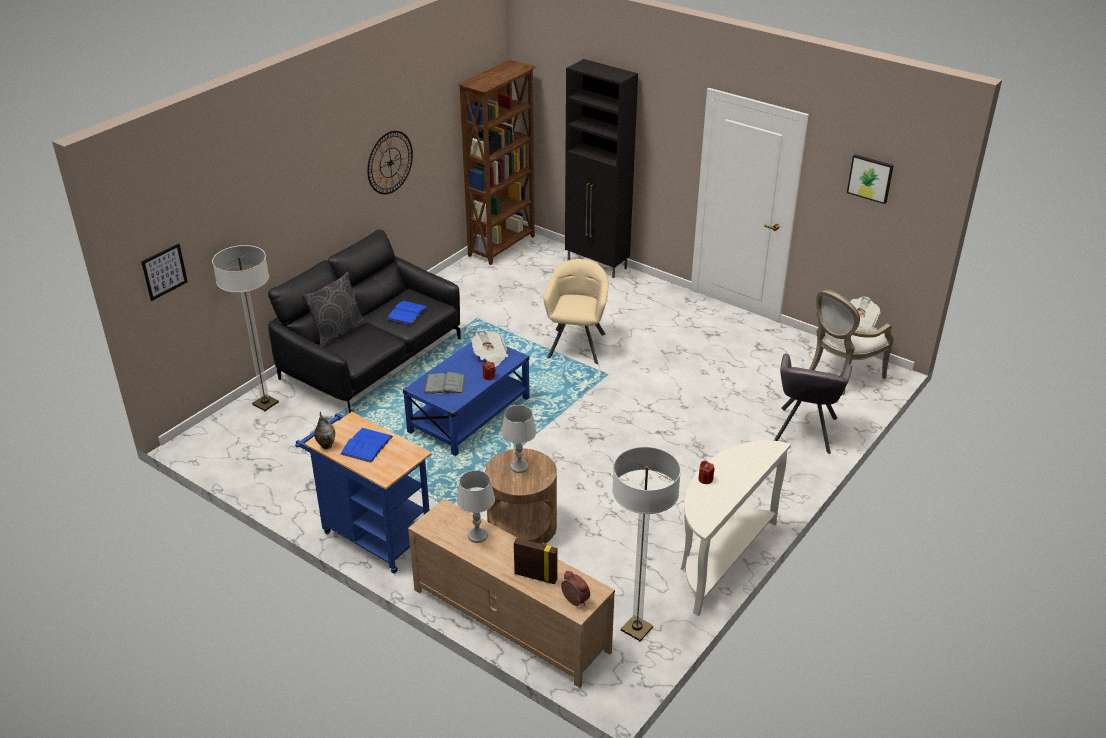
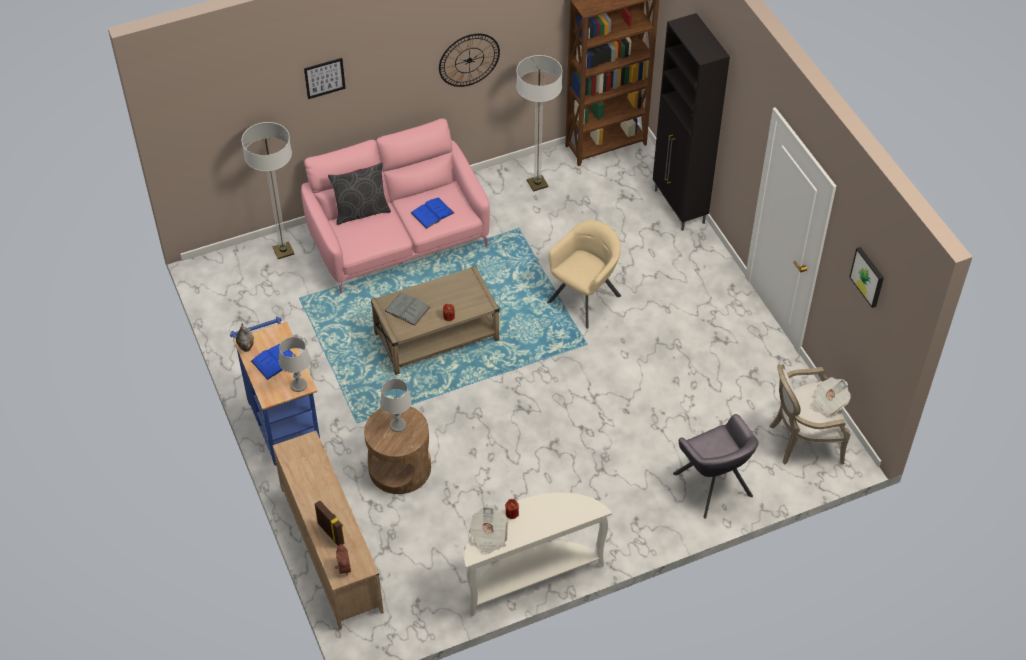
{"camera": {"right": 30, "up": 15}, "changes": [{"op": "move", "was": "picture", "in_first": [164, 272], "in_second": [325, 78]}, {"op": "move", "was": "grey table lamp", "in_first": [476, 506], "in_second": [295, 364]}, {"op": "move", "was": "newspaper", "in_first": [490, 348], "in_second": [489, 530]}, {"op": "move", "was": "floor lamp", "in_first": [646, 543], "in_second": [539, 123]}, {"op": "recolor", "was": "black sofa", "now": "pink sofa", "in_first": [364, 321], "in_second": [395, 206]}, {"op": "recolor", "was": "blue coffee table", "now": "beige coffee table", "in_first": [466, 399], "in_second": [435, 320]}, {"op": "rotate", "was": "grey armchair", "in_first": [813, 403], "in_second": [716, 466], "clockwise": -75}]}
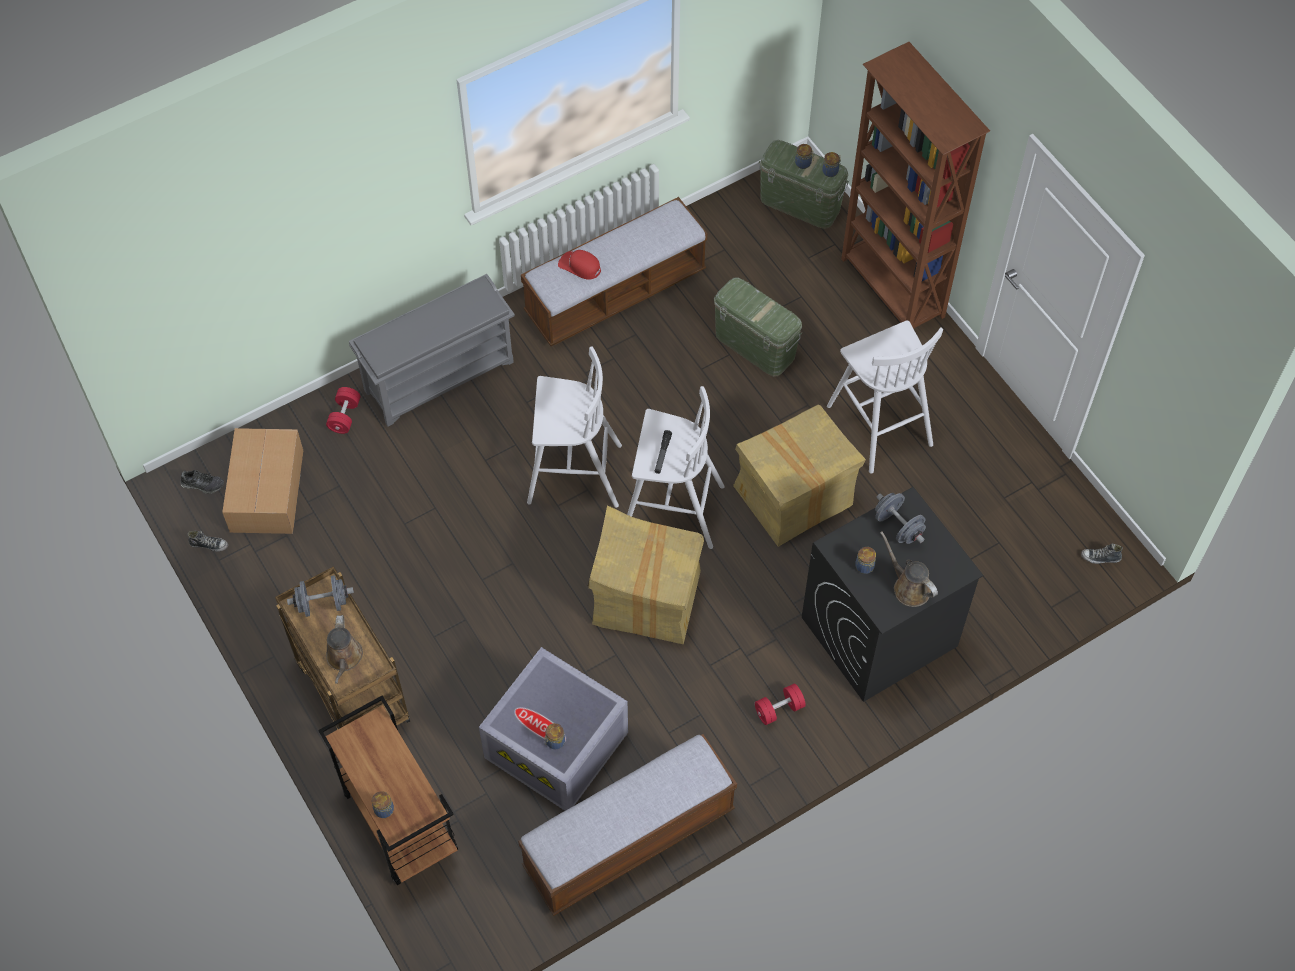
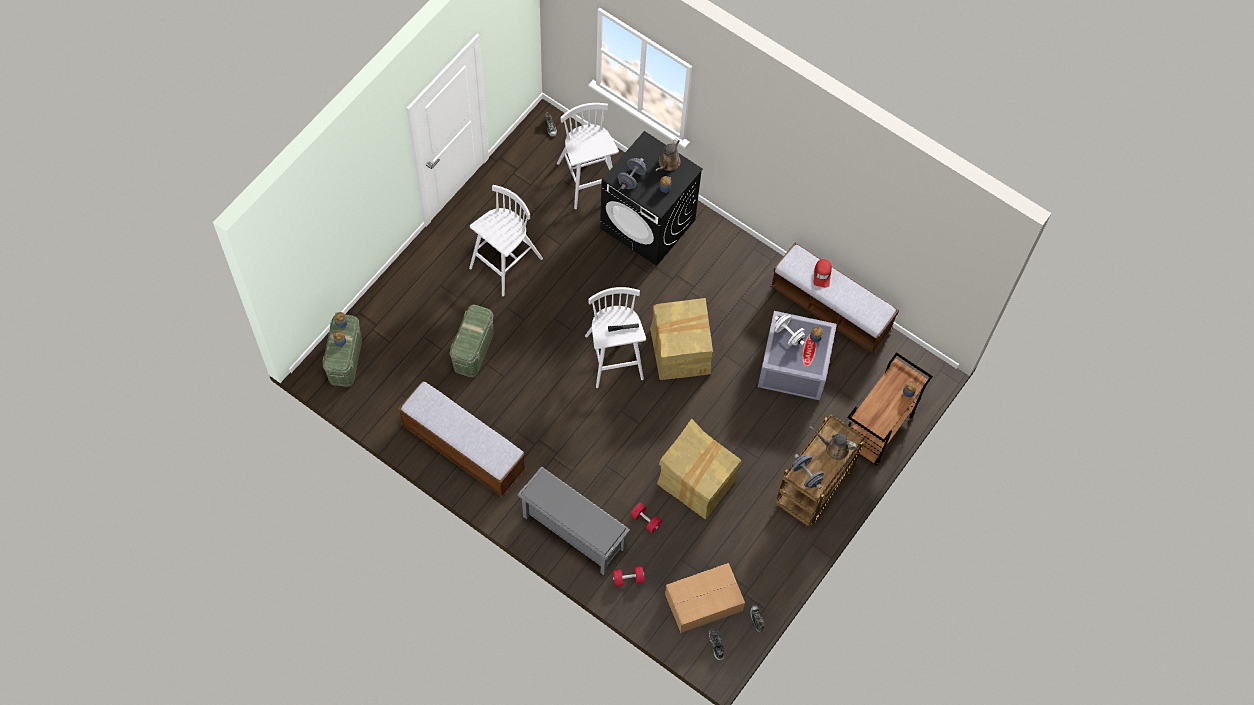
{"camera": {"right": -115, "up": 5}, "changes": [{"op": "delete", "was": "brown bookcase", "in_first": [915, 185]}, {"op": "insert", "now": "white dumbbell", "in_second": [789, 330]}, {"op": "move", "was": "white stool", "in_first": [574, 427], "in_second": [588, 156]}, {"op": "move", "was": "red cap", "in_first": [579, 265], "in_second": [823, 273]}, {"op": "move", "was": "cardboard box", "in_first": [799, 476], "in_second": [699, 469]}, {"op": "move", "was": "red dumbbell", "in_first": [780, 704], "in_second": [646, 518]}, {"op": "rotate", "was": "brown watering can", "in_first": [344, 649], "in_second": [833, 443], "clockwise": -135}]}
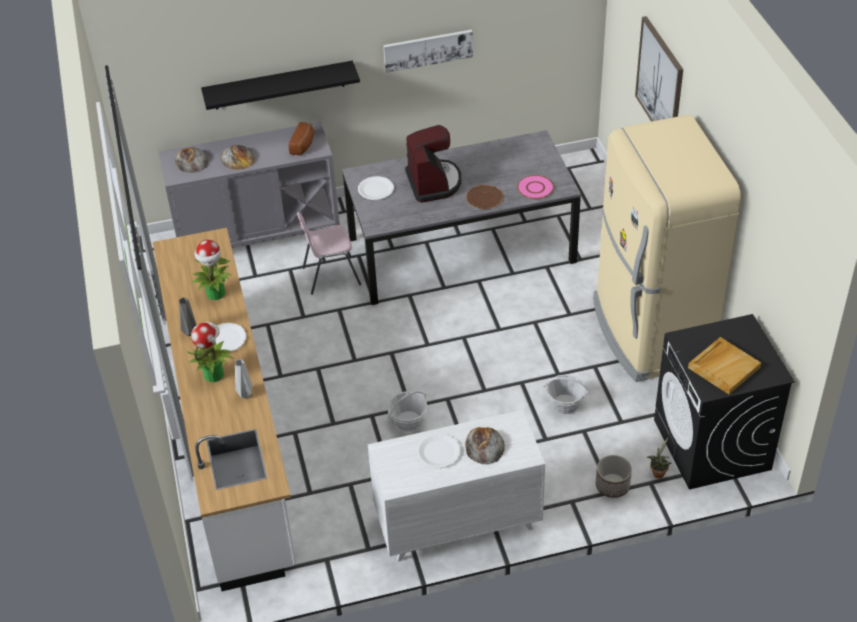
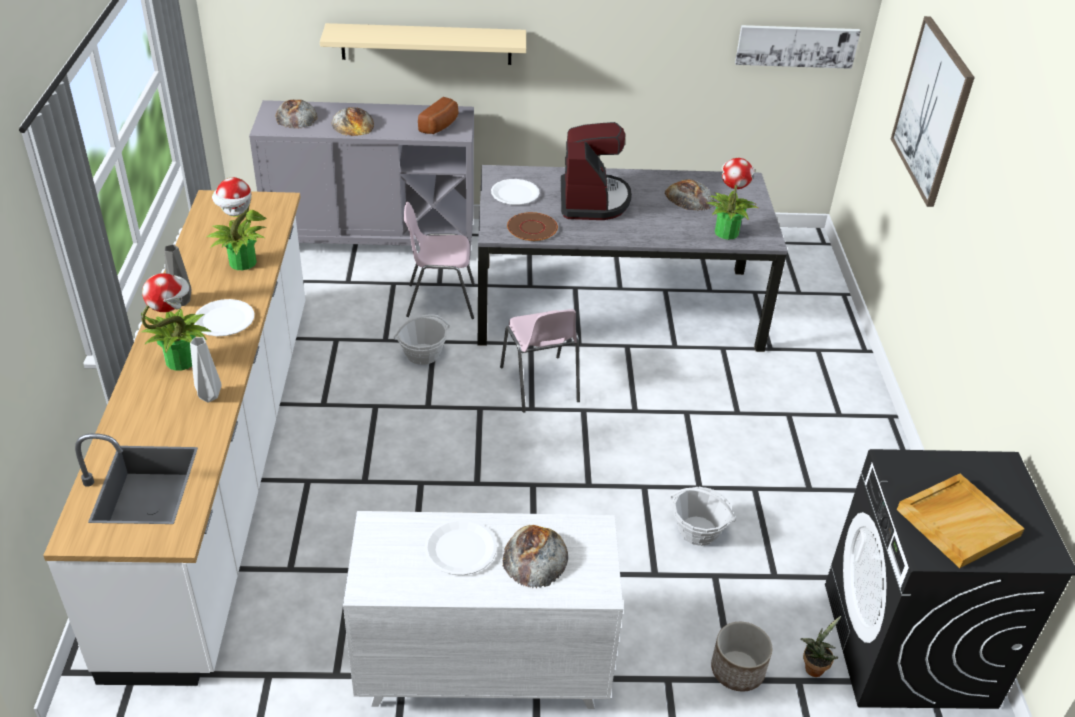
{"camera": {"right": 10, "up": -5}, "changes": [{"op": "delete", "was": "beige fridge", "in_first": [667, 248]}, {"op": "insert", "now": "pink chair", "in_second": [540, 361]}, {"op": "insert", "now": "bread", "in_second": [690, 195]}, {"op": "move", "was": "picture", "in_first": [428, 51], "in_second": [798, 47]}, {"op": "move", "was": "basket", "in_first": [407, 411], "in_second": [422, 339]}, {"op": "move", "was": "brown plate", "in_first": [484, 197], "in_second": [532, 226]}, {"op": "replace", "was": "pink plate", "now": "potted plant", "in_first": [535, 187], "in_second": [733, 199]}, {"op": "recolor", "was": "black shelf", "now": "beige shelf", "in_first": [280, 85], "in_second": [423, 44]}]}
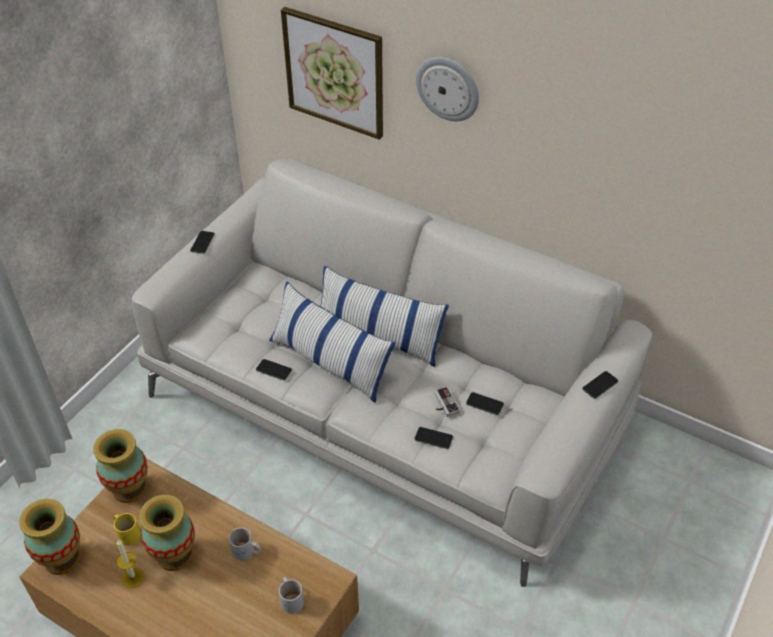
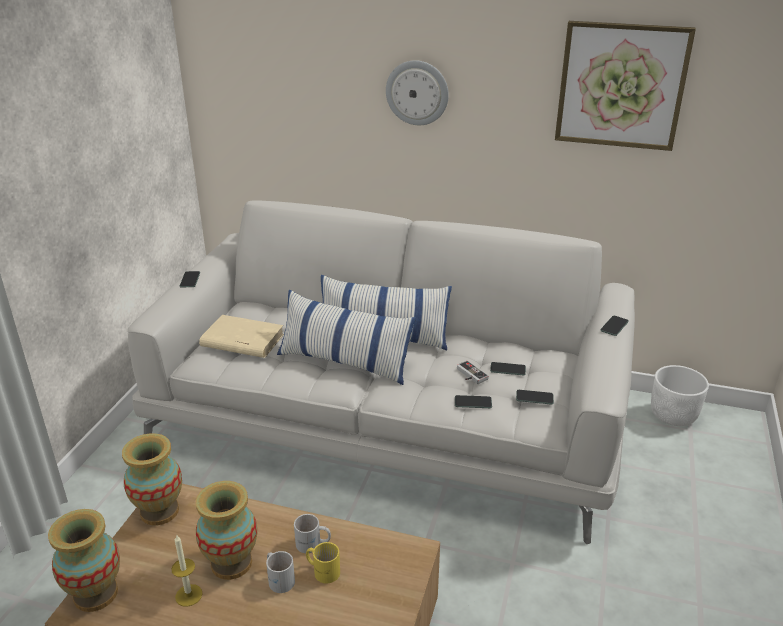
{"camera": {"right": -15, "up": -15}, "changes": [{"op": "insert", "now": "beige book", "in_second": [241, 336]}, {"op": "insert", "now": "white planter", "in_second": [680, 395]}, {"op": "move", "was": "yellow mug", "in_first": [127, 529], "in_second": [323, 563]}, {"op": "move", "was": "phone", "in_first": [274, 369], "in_second": [535, 397]}, {"op": "move", "was": "white mug", "in_first": [291, 595], "in_second": [280, 572]}, {"op": "move", "was": "picture", "in_first": [332, 73], "in_second": [625, 86]}]}
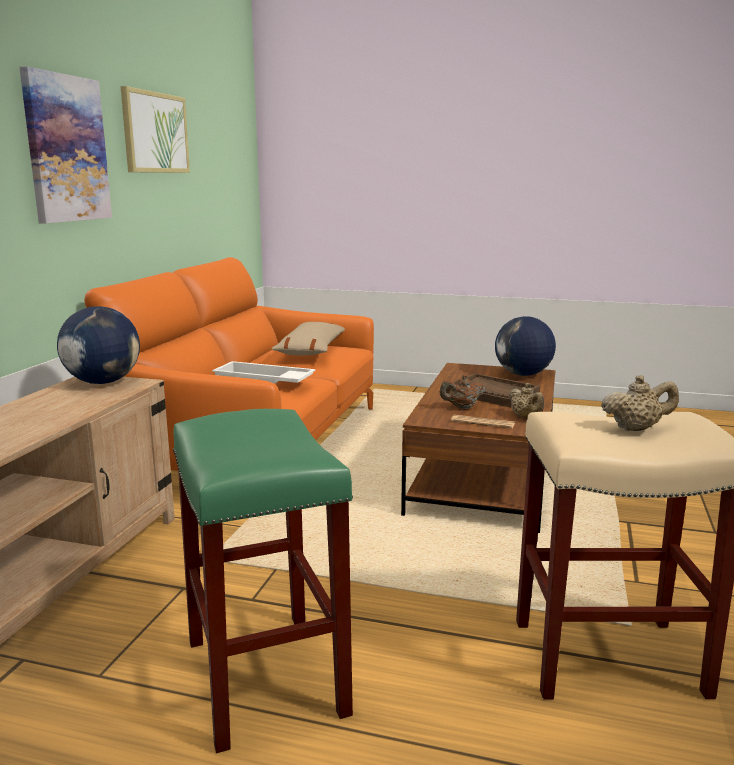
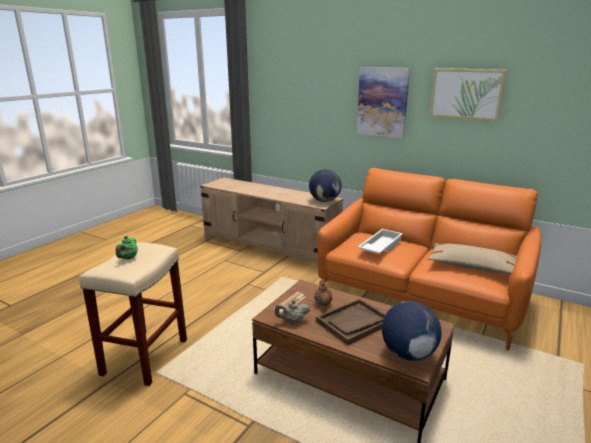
{"camera": {"right": 105, "up": 5}, "changes": [{"op": "delete", "was": "green stool", "in_first": [263, 581]}, {"op": "recolor", "was": "beige teapot", "now": "green teapot", "in_first": [640, 403], "in_second": [127, 247]}]}
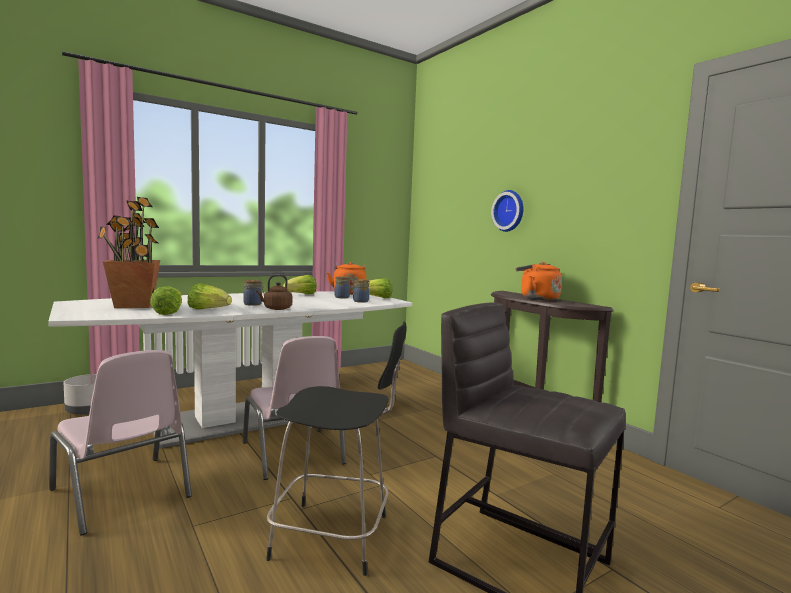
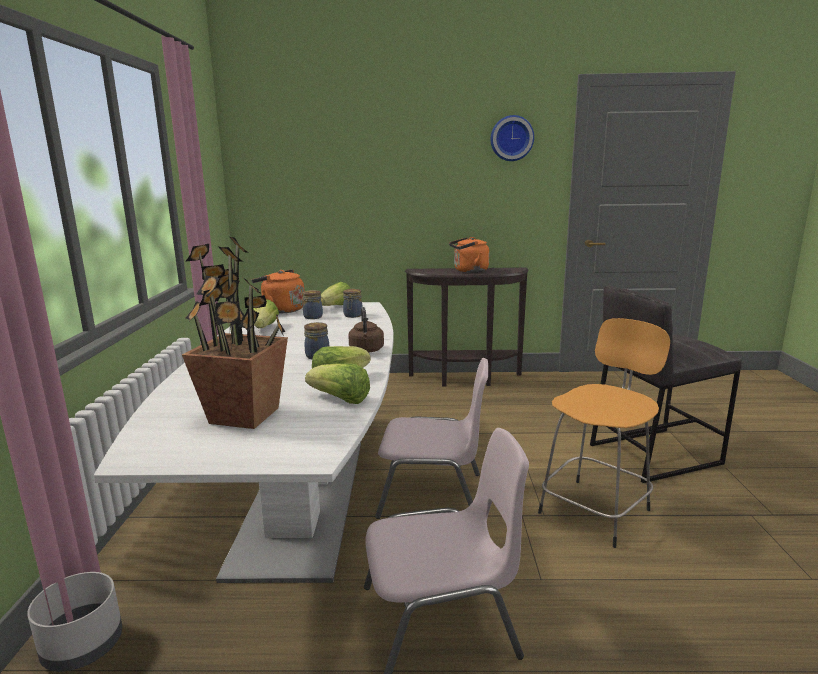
{"camera": {"right": -55, "up": 10}, "changes": [{"op": "move", "was": "wall clock", "in_first": [507, 211], "in_second": [512, 138]}, {"op": "recolor", "was": "black stool", "now": "orange stool", "in_first": [336, 448], "in_second": [604, 433]}]}
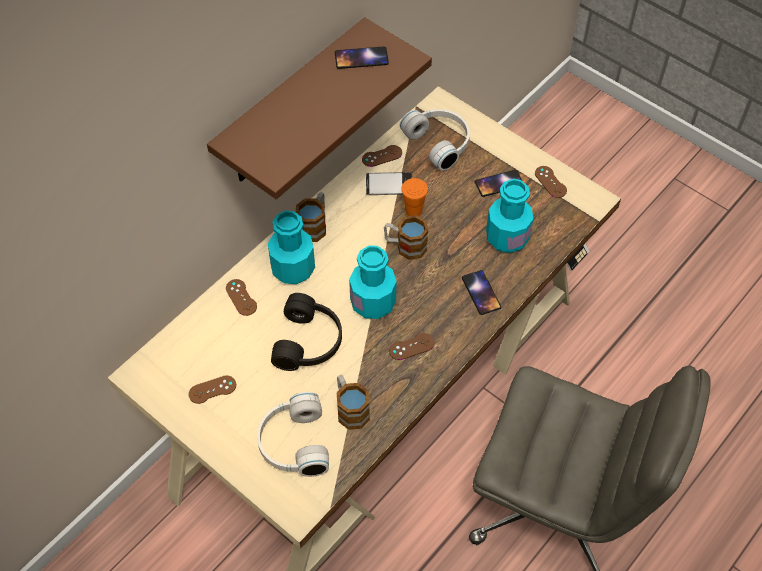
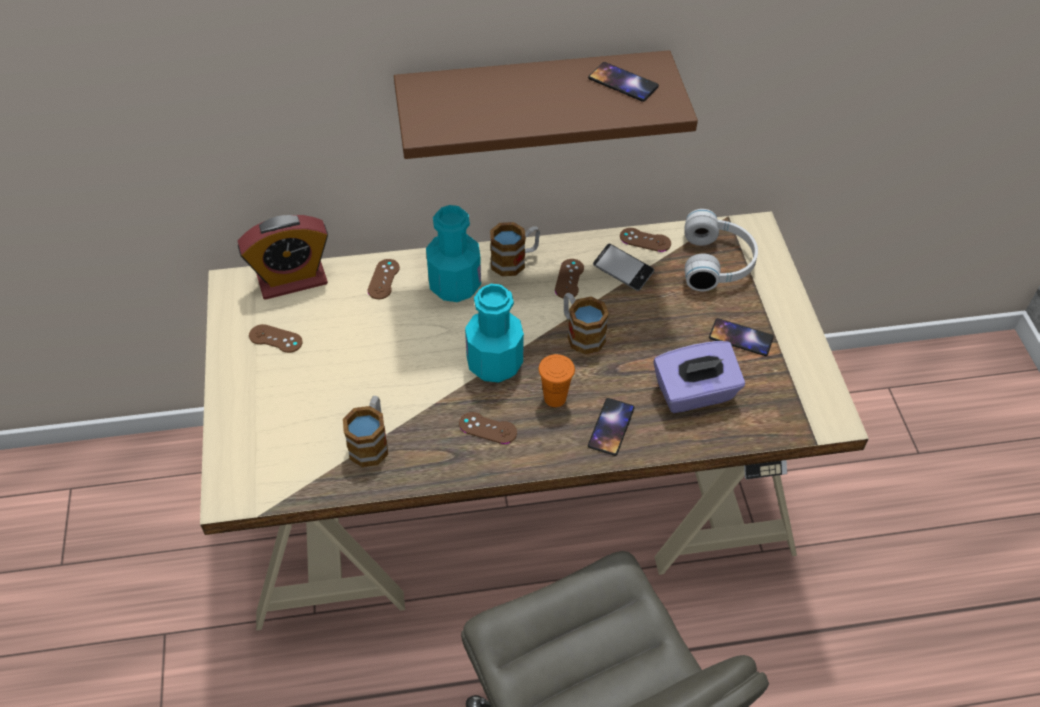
{"camera": {"right": 40, "up": -5}, "changes": [{"op": "delete", "was": "white headphones", "in_first": [293, 434]}, {"op": "delete", "was": "black headphones", "in_first": [306, 332]}, {"op": "insert", "now": "alarm clock", "in_second": [283, 257]}, {"op": "move", "was": "orange cup", "in_first": [414, 197], "in_second": [557, 380]}, {"op": "move", "was": "brown game controller", "in_first": [551, 182], "in_second": [569, 279]}, {"op": "replace", "was": "turquoise bottle", "now": "purple tissue box", "in_first": [509, 216], "in_second": [699, 377]}]}
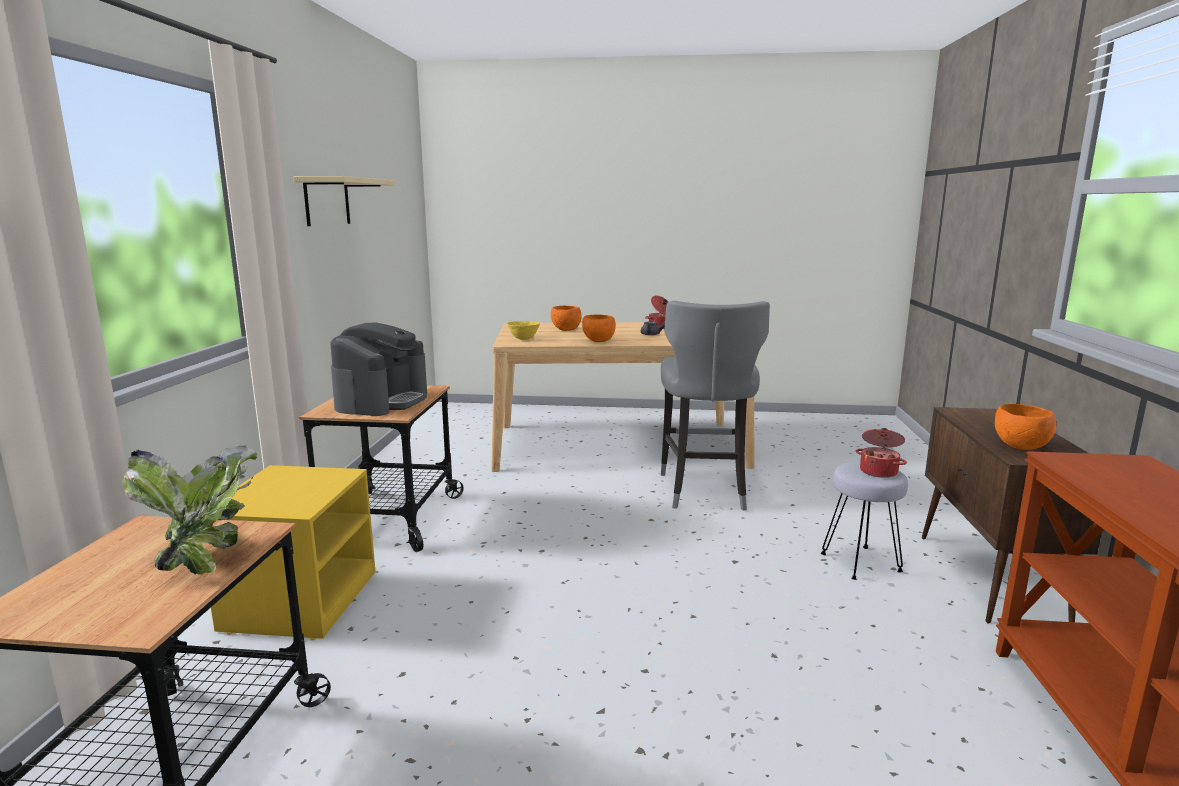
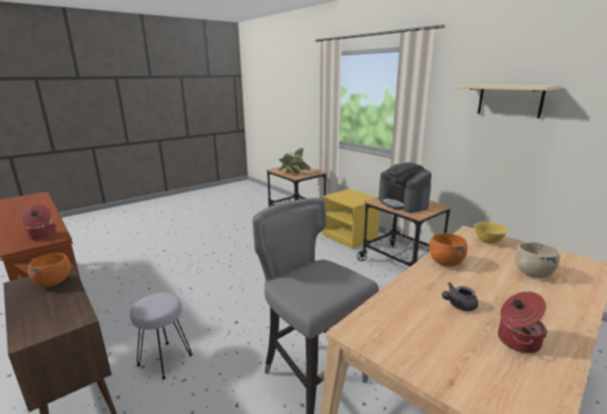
{"camera": {"right": 135, "up": 5}, "changes": [{"op": "move", "was": "cooking pot", "in_first": [881, 453], "in_second": [39, 222]}, {"op": "recolor", "was": "orange bowl", "now": "beige bowl", "in_first": [566, 318], "in_second": [537, 260]}]}
